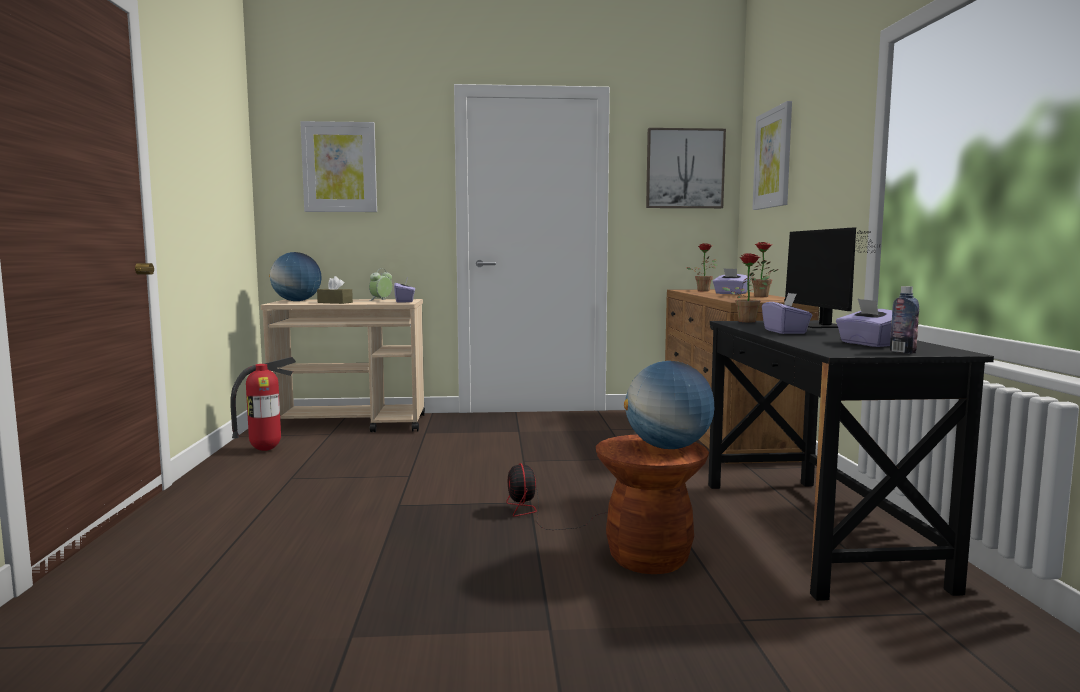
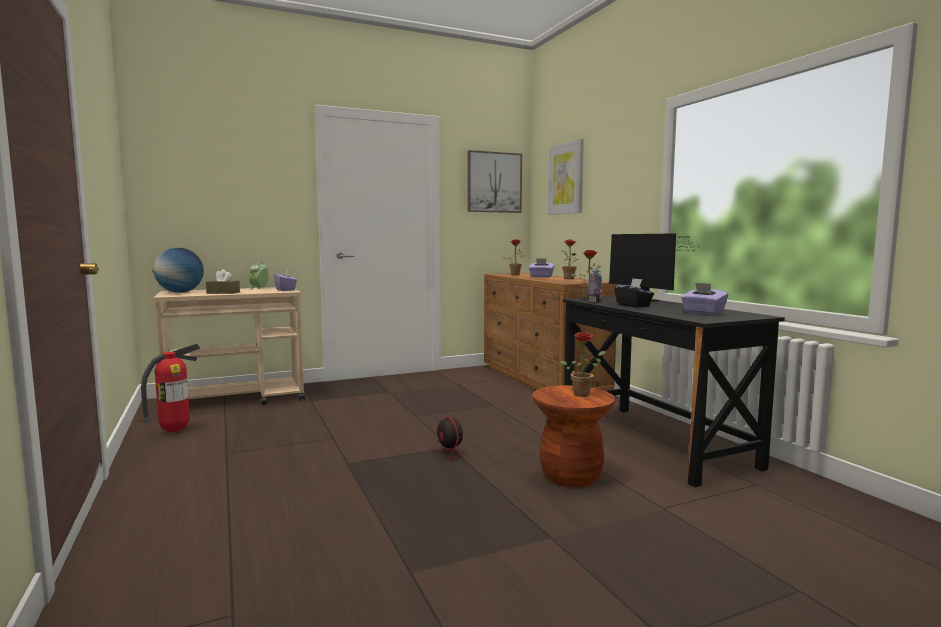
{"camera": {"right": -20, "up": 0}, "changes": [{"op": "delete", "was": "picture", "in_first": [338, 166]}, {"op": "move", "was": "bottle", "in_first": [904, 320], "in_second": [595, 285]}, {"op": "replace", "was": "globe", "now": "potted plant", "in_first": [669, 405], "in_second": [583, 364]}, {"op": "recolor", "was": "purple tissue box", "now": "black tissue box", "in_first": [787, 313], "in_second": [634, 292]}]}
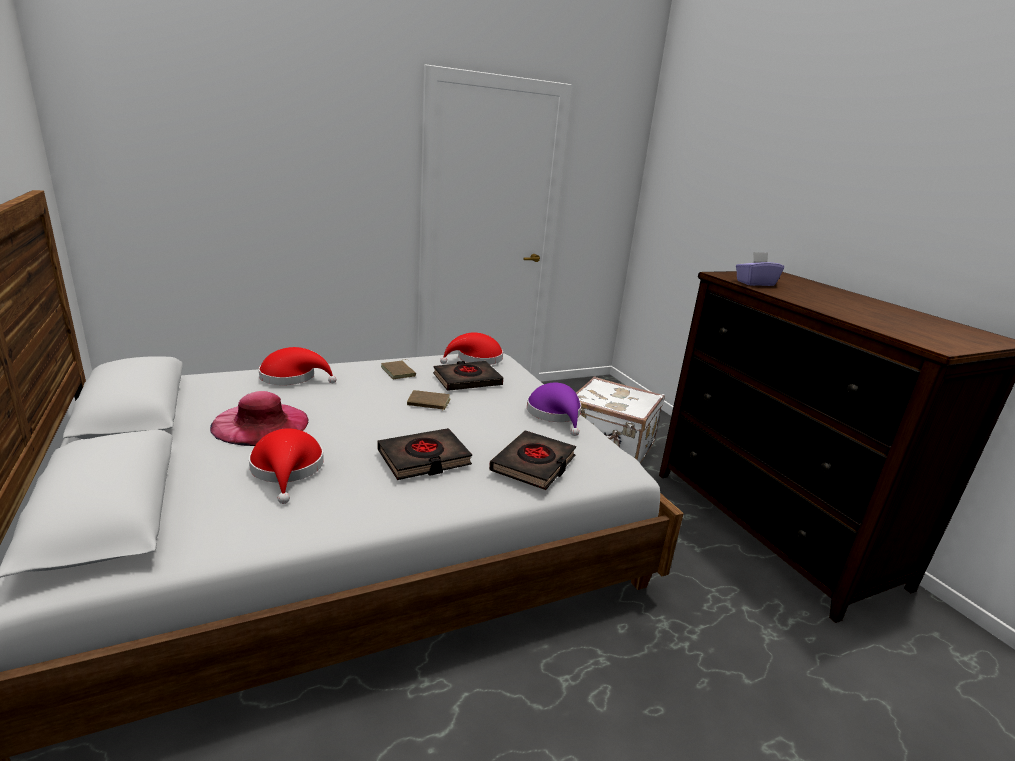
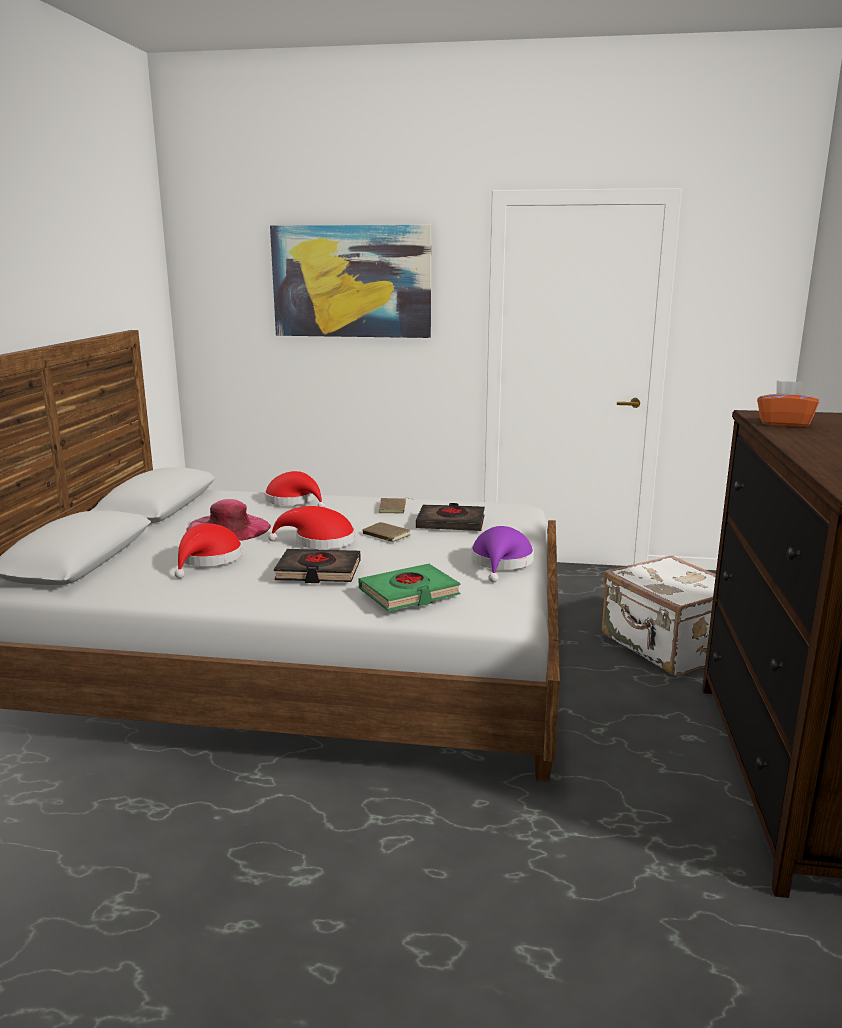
{"camera": {"right": 35, "up": -5}, "changes": [{"op": "insert", "now": "picture", "in_second": [350, 281]}, {"op": "move", "was": "red hat", "in_first": [471, 348], "in_second": [311, 527]}, {"op": "recolor", "was": "black book", "now": "green book", "in_first": [532, 460], "in_second": [410, 587]}, {"op": "recolor", "was": "purple tissue box", "now": "orange tissue box", "in_first": [760, 269], "in_second": [788, 404]}]}
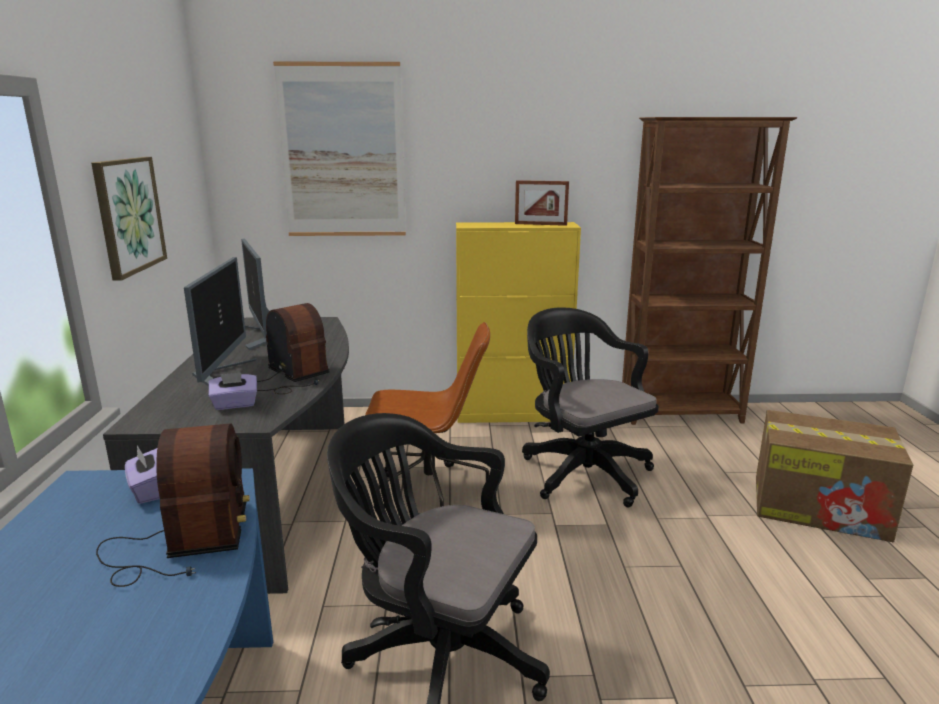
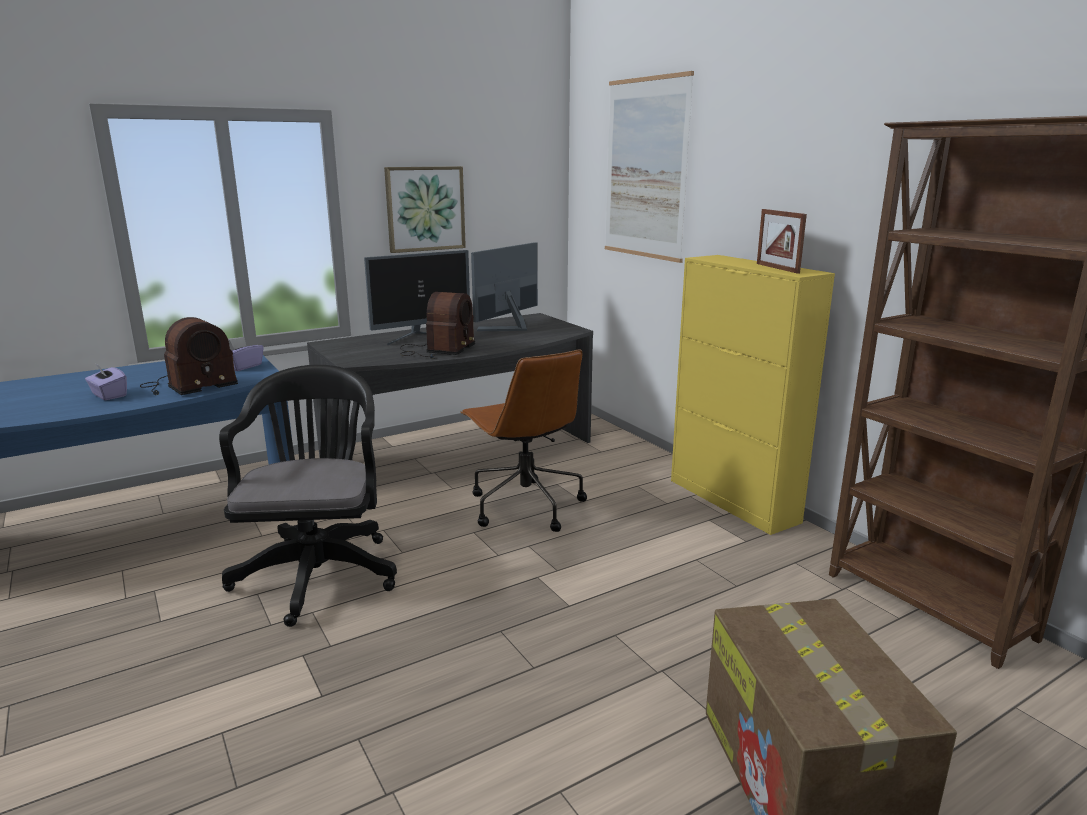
{"camera": {"right": 60, "up": 0}, "changes": [{"op": "delete", "was": "black office chair", "in_first": [590, 407]}, {"op": "move", "was": "purple tissue box", "in_first": [233, 391], "in_second": [106, 382]}]}
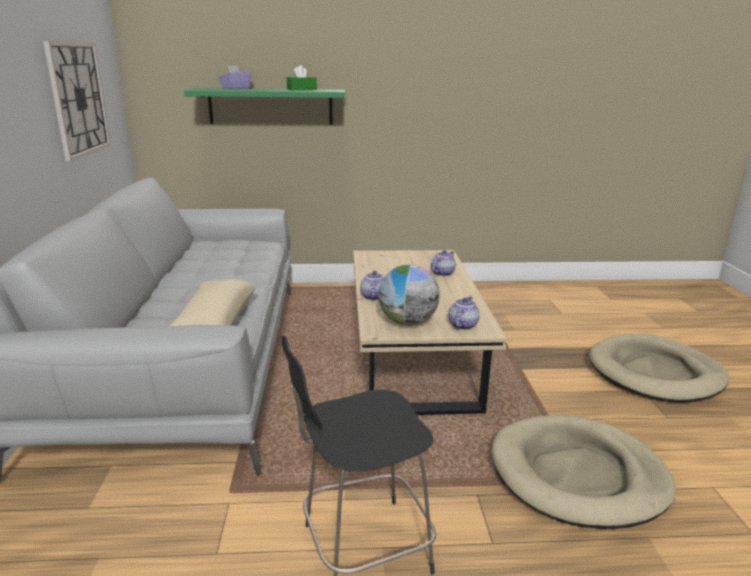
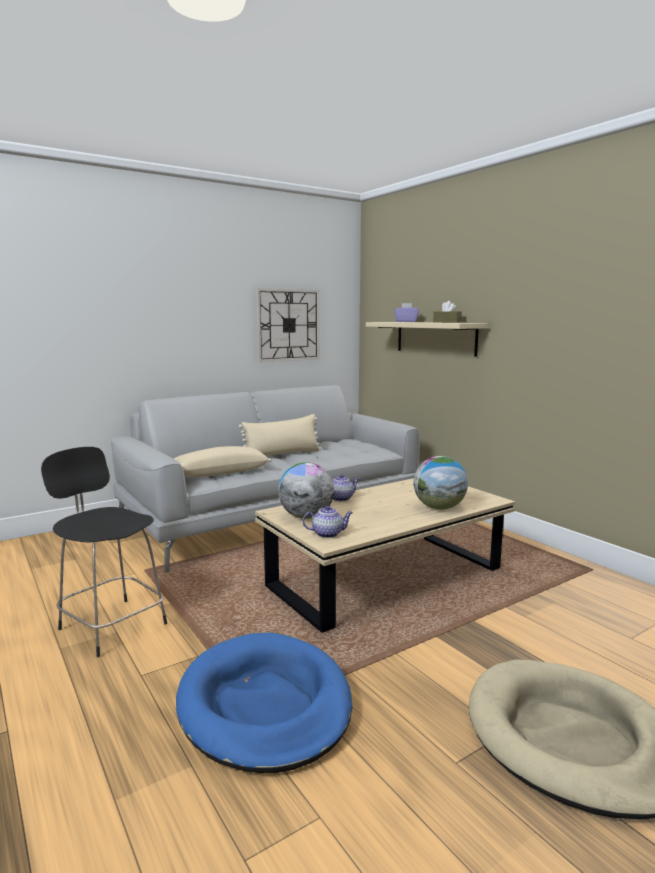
{"camera": {"right": 60, "up": -10}, "changes": [{"op": "insert", "now": "beige pillow", "in_second": [280, 435]}, {"op": "replace", "was": "teapot", "now": "globe", "in_first": [443, 263], "in_second": [440, 483]}, {"op": "recolor", "was": "green shelf", "now": "beige shelf", "in_first": [264, 106], "in_second": [427, 339]}, {"op": "recolor", "was": "green tissue box", "now": "brown tissue box", "in_first": [302, 77], "in_second": [447, 312]}, {"op": "recolor", "was": "beige dog bed", "now": "blue dog bed", "in_first": [583, 472], "in_second": [264, 702]}]}
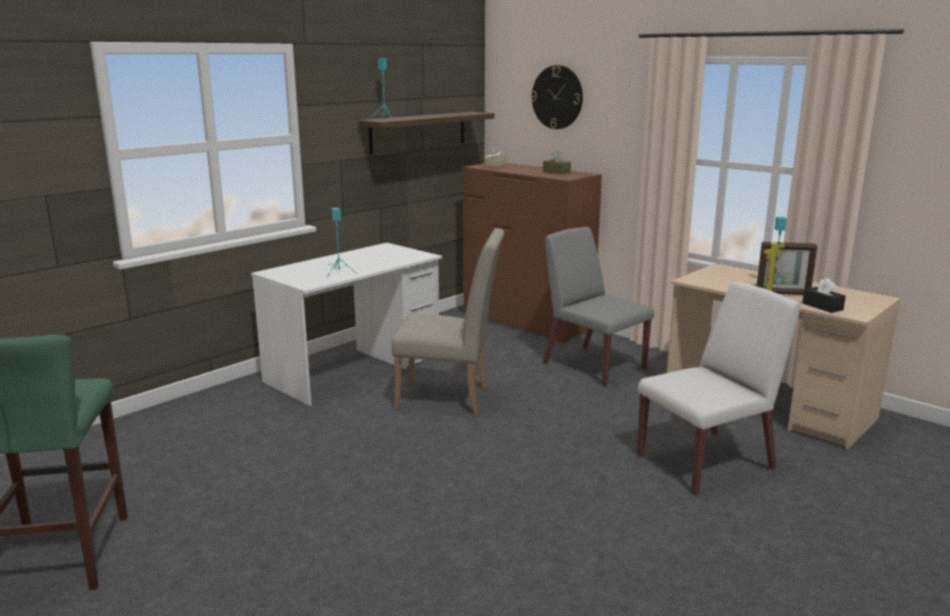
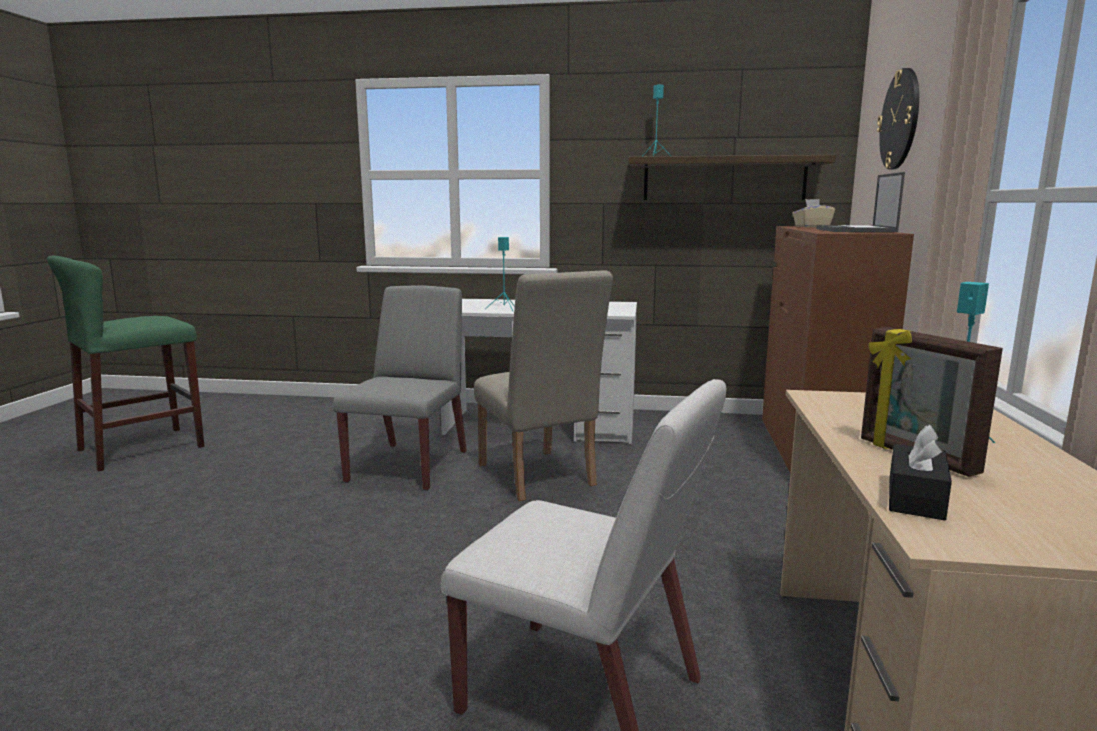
{"camera": {"right": 55, "up": -5}, "changes": [{"op": "move", "was": "grey chair", "in_first": [598, 307], "in_second": [400, 388]}, {"op": "replace", "was": "brown tissue box", "now": "laptop", "in_first": [557, 162], "in_second": [860, 202]}]}
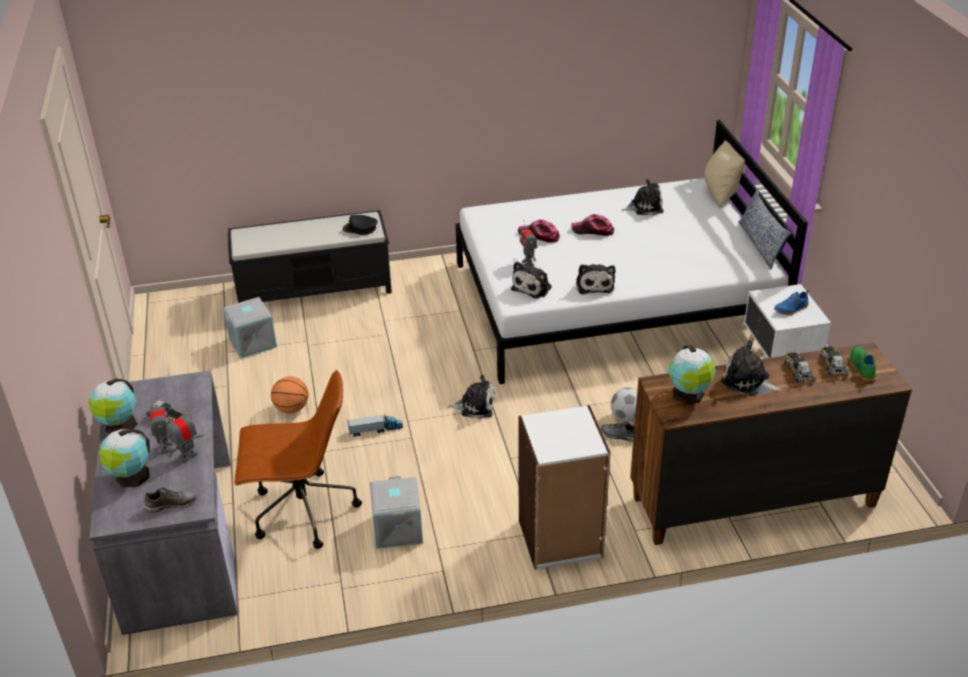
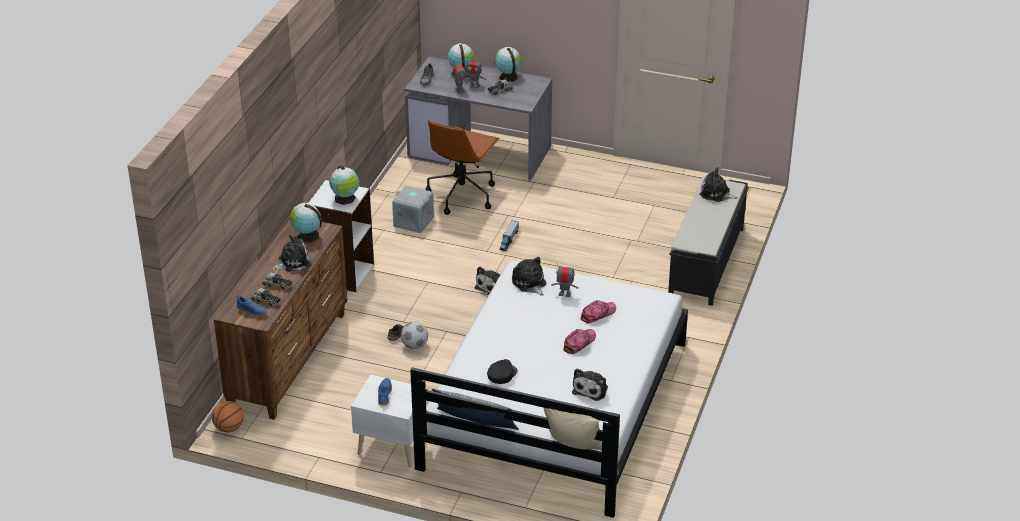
{"camera": {"right": 120, "up": 0}, "changes": [{"op": "delete", "was": "grey storage box", "in_first": [250, 328]}, {"op": "insert", "now": "globe", "in_second": [344, 185]}, {"op": "move", "was": "basketball", "in_first": [290, 394], "in_second": [228, 416]}, {"op": "move", "was": "black cap", "in_first": [360, 225], "in_second": [502, 371]}, {"op": "move", "was": "plush toy", "in_first": [595, 279], "in_second": [719, 184]}, {"op": "recolor", "was": "green shoe", "now": "blue shoe", "in_first": [862, 363], "in_second": [251, 306]}]}
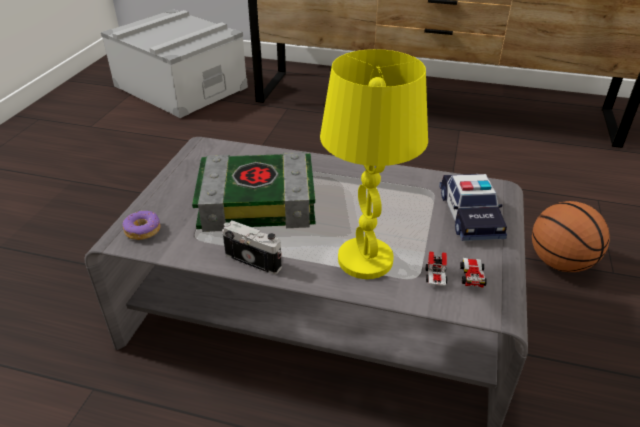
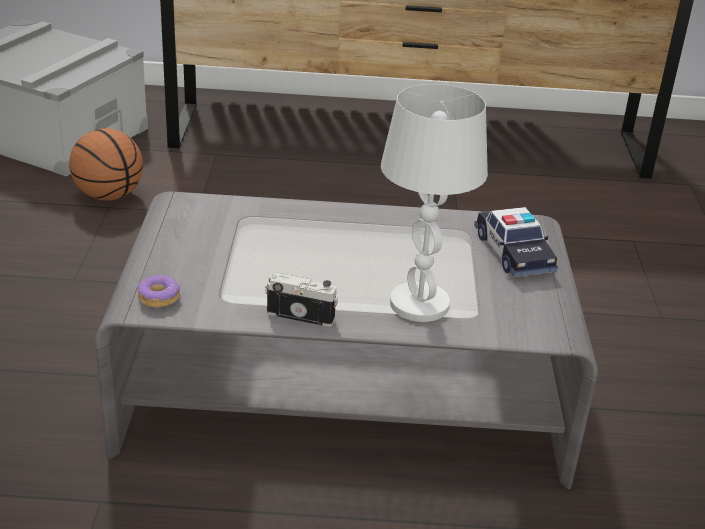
{"camera": {"right": -15, "up": -5}, "changes": [{"op": "delete", "was": "book", "in_first": [253, 192]}, {"op": "delete", "was": "toy car", "in_first": [456, 270]}, {"op": "move", "was": "basketball", "in_first": [571, 236], "in_second": [106, 164]}, {"op": "recolor", "was": "yellow table lamp", "now": "white table lamp", "in_first": [374, 164], "in_second": [434, 203]}]}
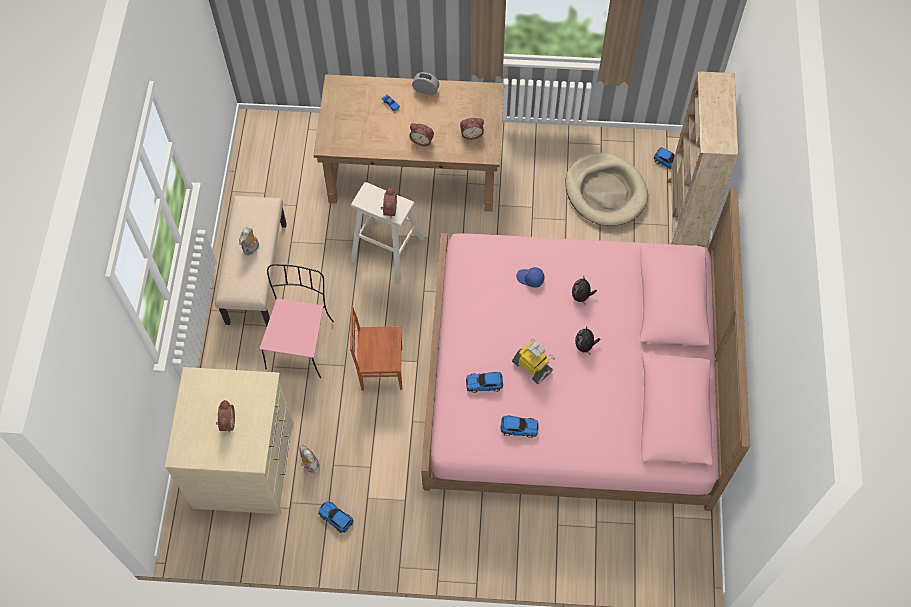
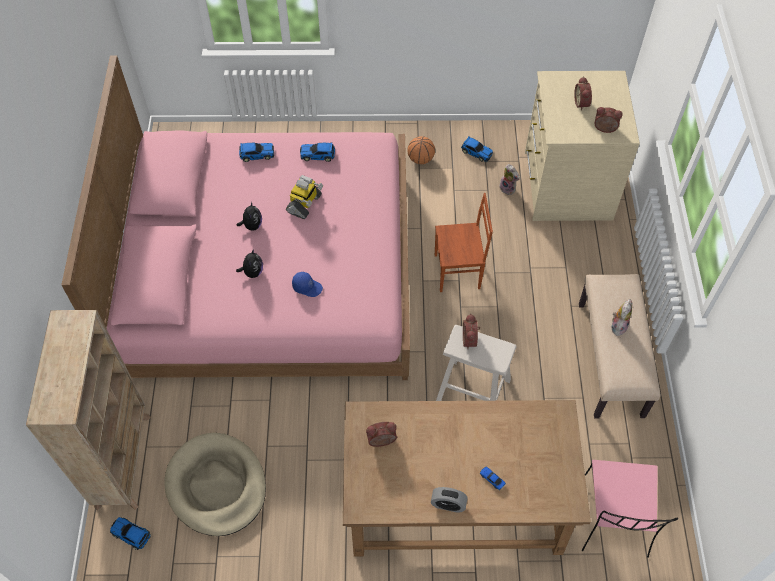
{"camera": {"right": 175, "up": -5}, "changes": [{"op": "insert", "now": "basketball", "in_second": [421, 150]}, {"op": "move", "was": "pink chair", "in_first": [297, 321], "in_second": [630, 509]}, {"op": "move", "was": "alarm clock", "in_first": [421, 134], "in_second": [608, 120]}, {"op": "move", "was": "toy car", "in_first": [484, 382], "in_second": [256, 152]}, {"op": "rotate", "was": "toy robot", "in_first": [533, 361], "in_second": [304, 197], "clockwise": -105}]}
